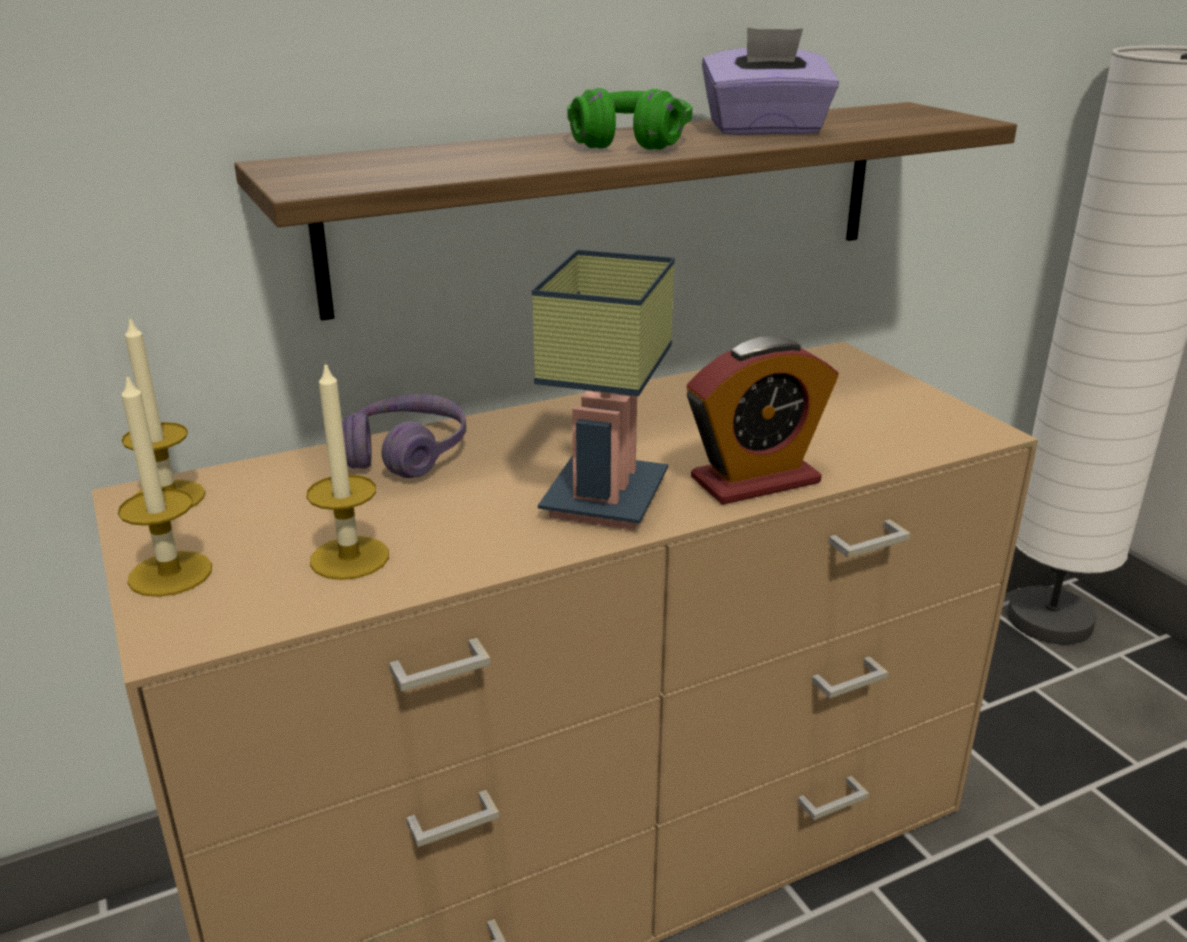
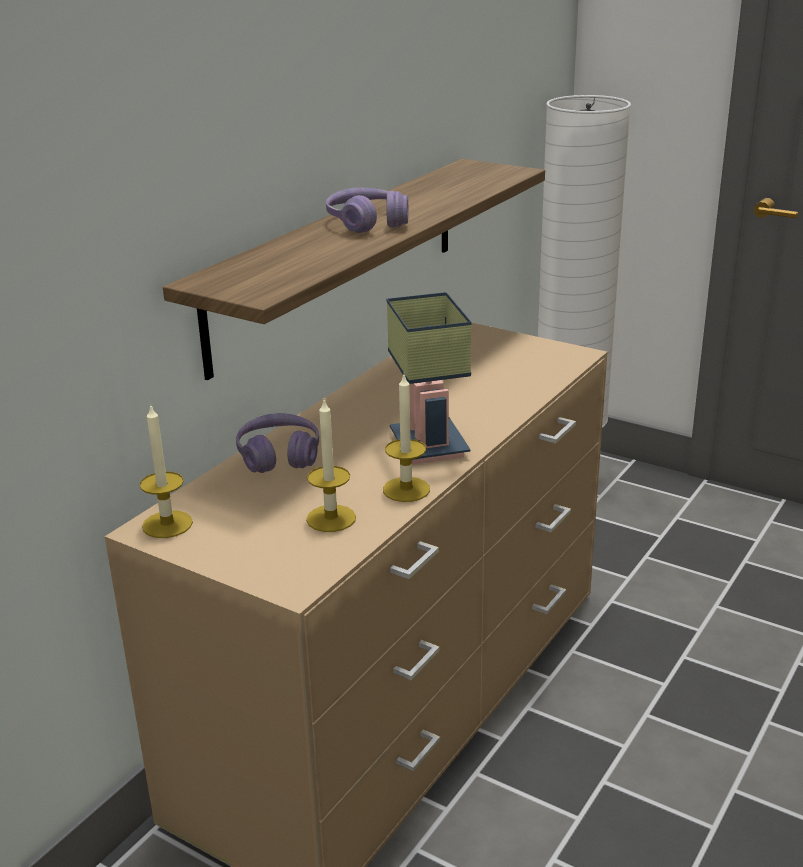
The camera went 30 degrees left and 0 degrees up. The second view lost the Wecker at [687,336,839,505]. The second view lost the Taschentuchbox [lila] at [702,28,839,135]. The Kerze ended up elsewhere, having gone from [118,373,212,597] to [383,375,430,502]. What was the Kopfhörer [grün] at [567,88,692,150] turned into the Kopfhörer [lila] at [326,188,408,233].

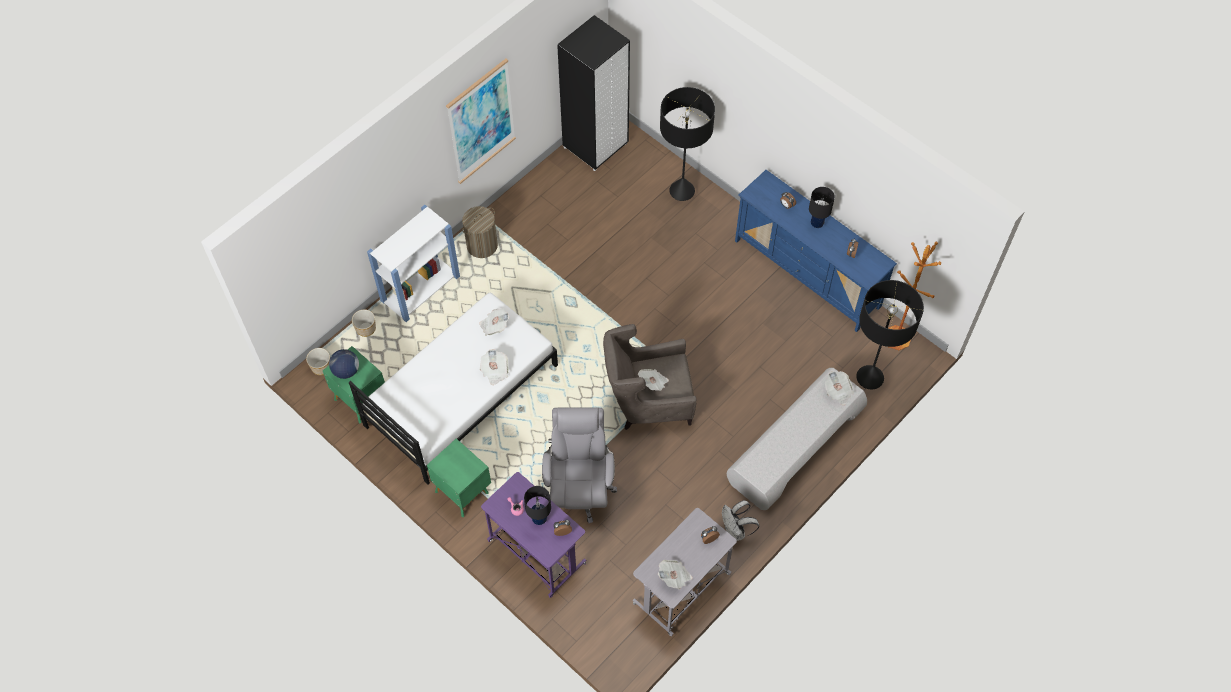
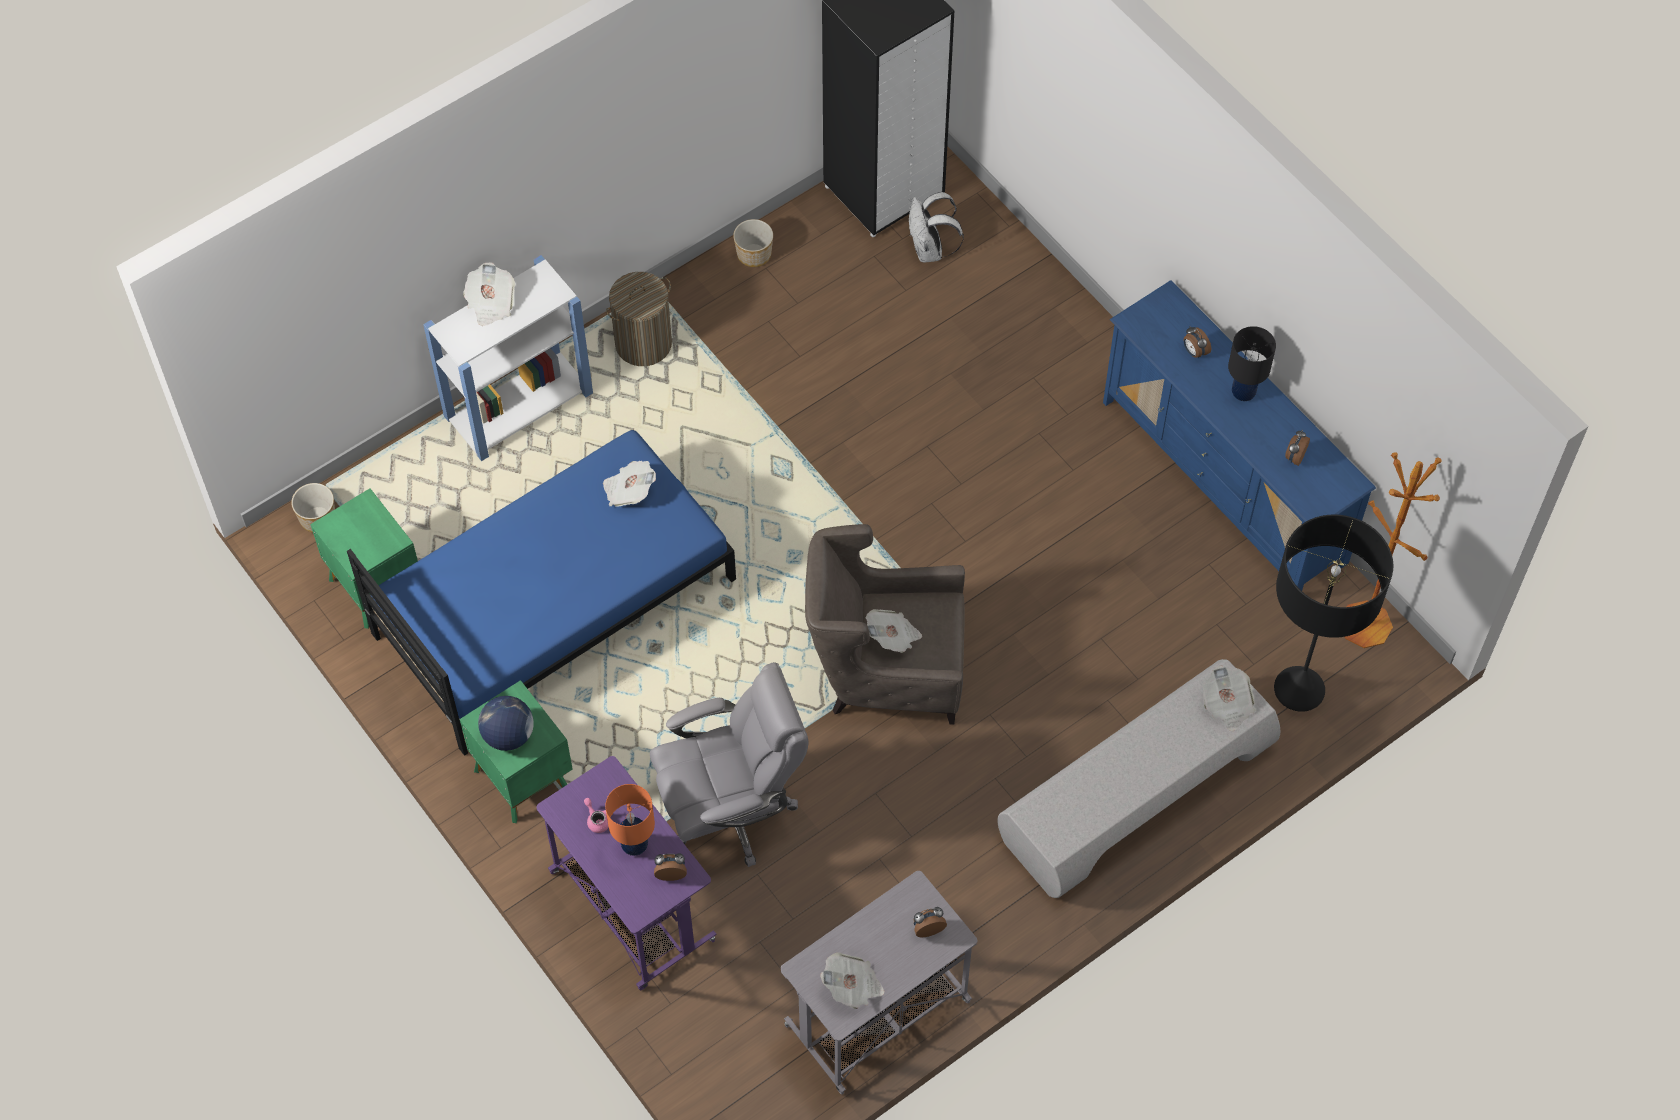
The camera went 10 degrees right and 0 degrees up. The second view lost the Bild at [446,59,516,184]. The second view lost the Stehlampe [schwarz] at [660,87,715,201]. The Globus ended up elsewhere, having gone from [329,349,359,379] to [478,696,534,751]. The Pflanzkübel ended up elsewhere, having gone from [352,309,376,337] to [733,219,773,267]. The Zeitung ended up elsewhere, having gone from [480,349,509,385] to [463,262,515,326]. The Rucksack [weiß] ended up elsewhere, having gone from [722,500,759,541] to [909,192,964,262]. What was the Bett [weiß] at [349,293,558,484] turned into the Bett [blau] at [347,430,736,756]. What was the Tischlampe [schwarz] at [524,486,551,525] turned into the Tischlampe [orange] at [605,784,655,856]. The Bürostuhl [grau] at [542,407,617,523] ended up facing another way, 60 degrees clockwise from before.

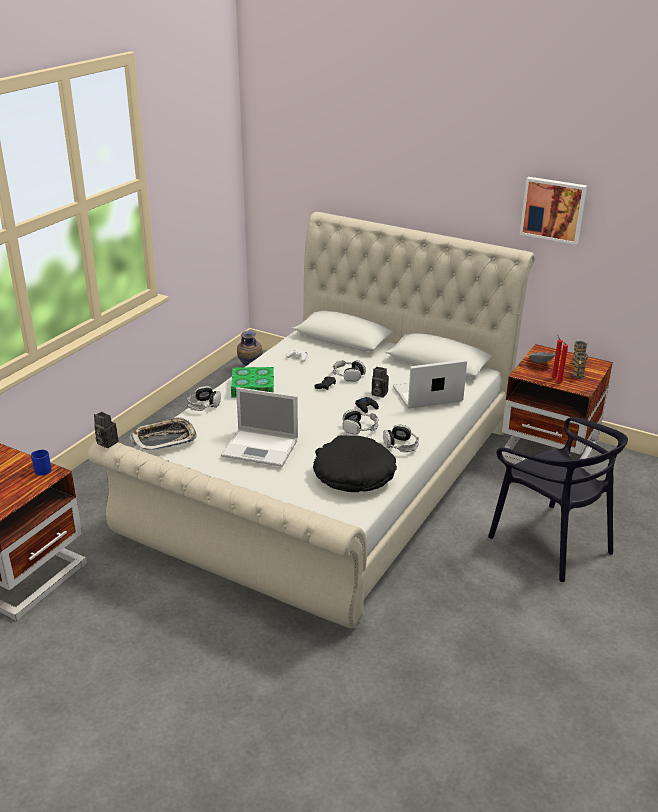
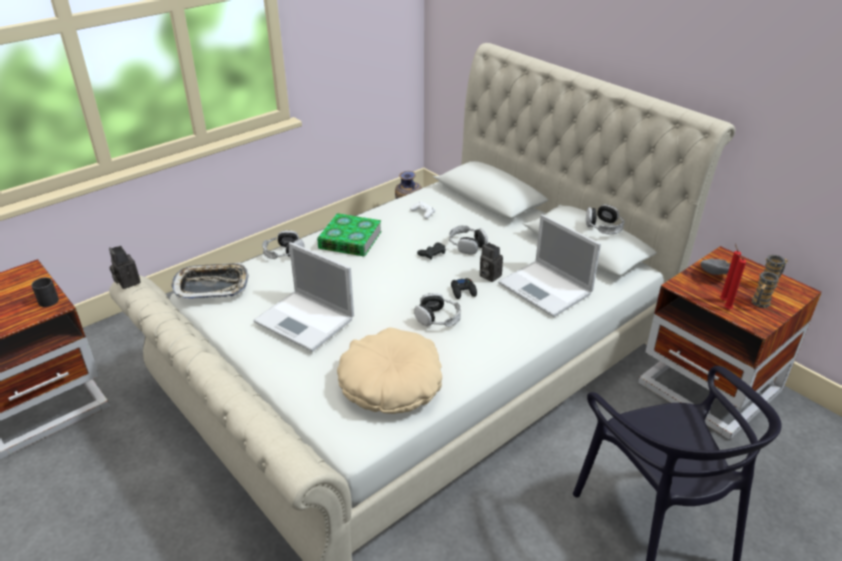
The camera went 20 degrees right and 5 degrees up. The second view lost the Bild at [520,177,587,245]. The Kopfhörer ended up elsewhere, having gone from [383,424,419,452] to [586,204,625,234]. What was the Henkelbecher [blau] at [31,450,52,475] turned into the Henkelbecher [schwarz] at [31,277,59,307]. What was the Kissen [schwarz] at [313,435,397,492] turned into the Kissen [beige] at [337,327,442,414]. The Laptop at [393,359,467,409] ended up facing another way, 135 degrees counterclockwise from before.

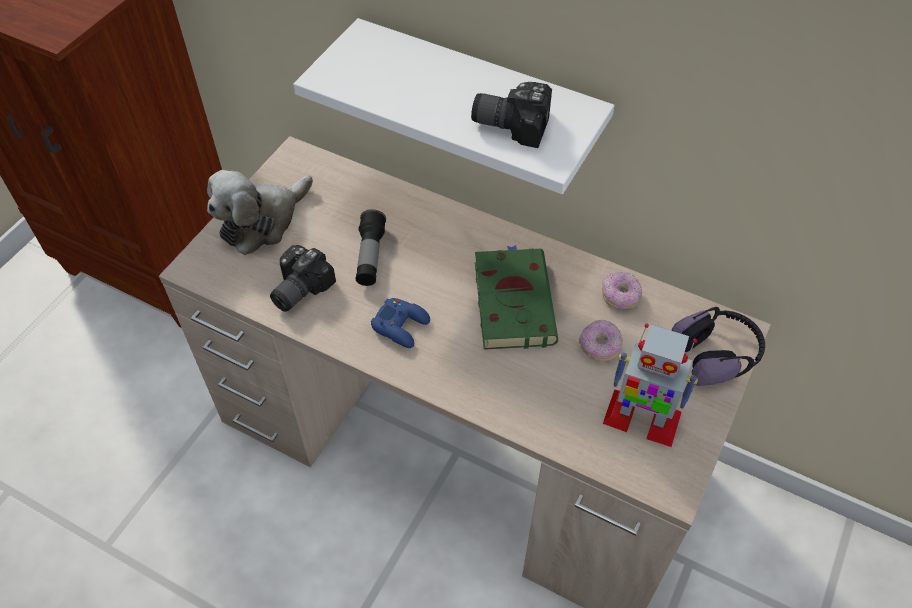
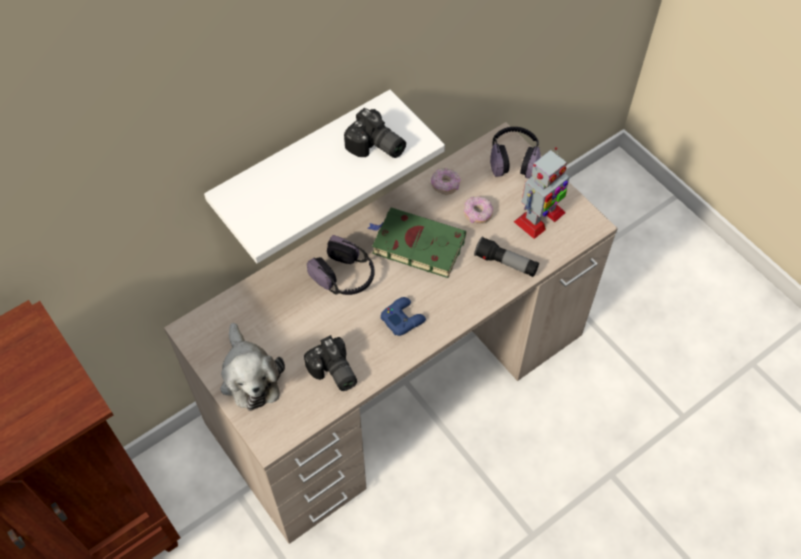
The camera went 65 degrees left and 5 degrees up. The second view gained the Kopfhörer at [307,235,375,295]. The Taschenlampe ended up elsewhere, having gone from [356,209,386,286] to [474,236,539,277]. The Kamera at [471,82,552,148] ended up facing another way, 90 degrees counterclockwise from before.

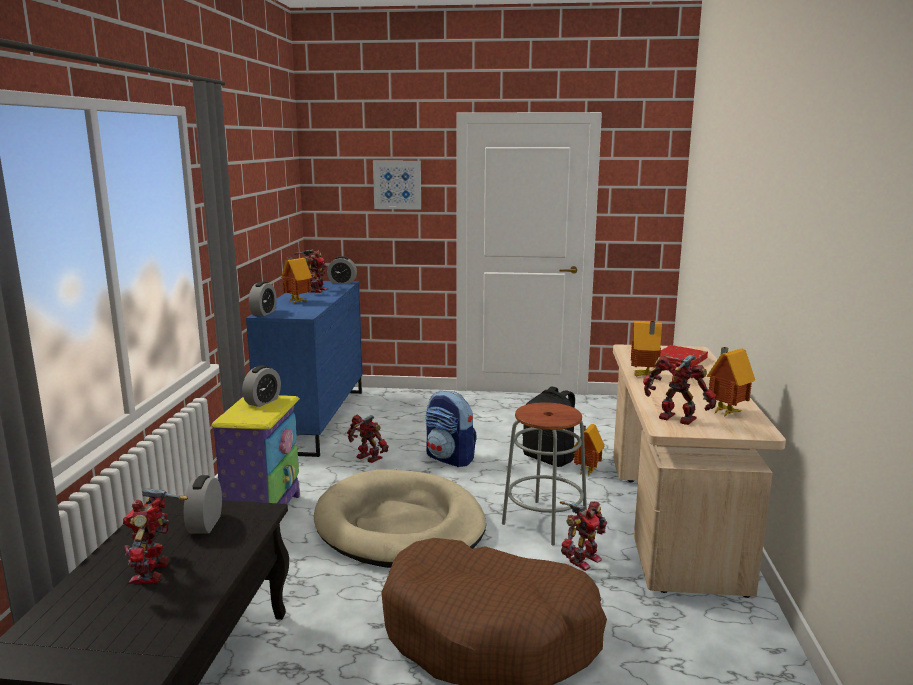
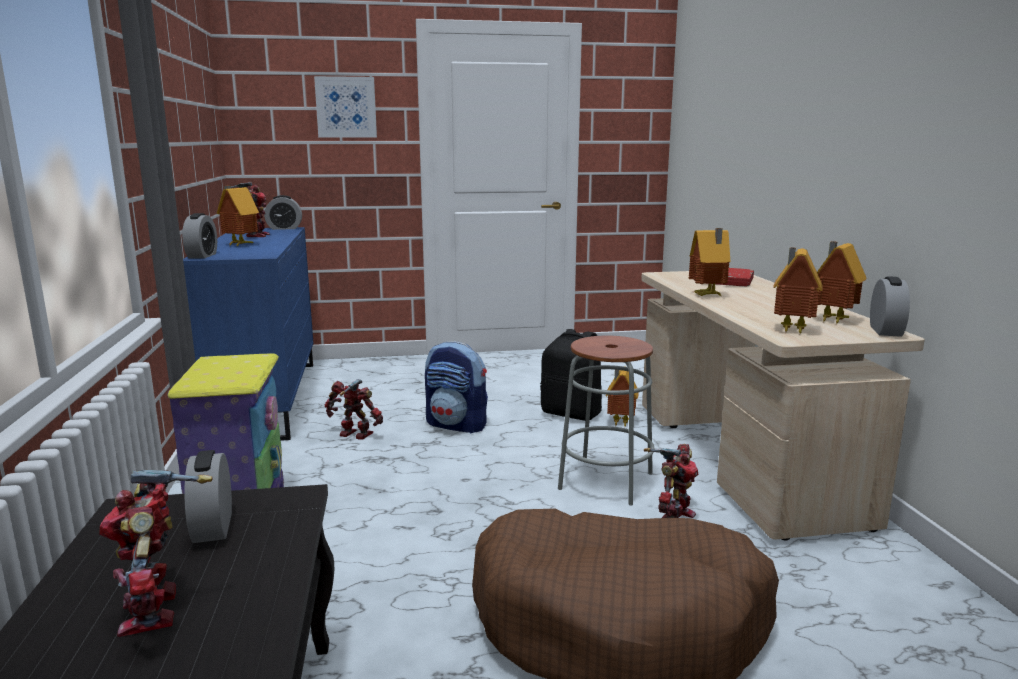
The camera went 15 degrees left and 0 degrees up. The second view lost the Hundebett [beige] at [314,469,486,568]. The Wecker ended up elsewhere, having gone from [242,365,281,407] to [870,276,910,337]. Where the Spielzeugroboter stood at [643,355,717,425], the Spielzeughaus came to stand at [773,247,823,333].

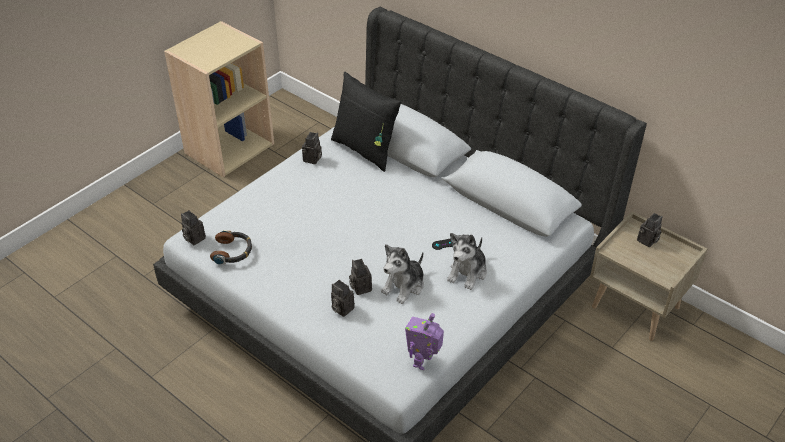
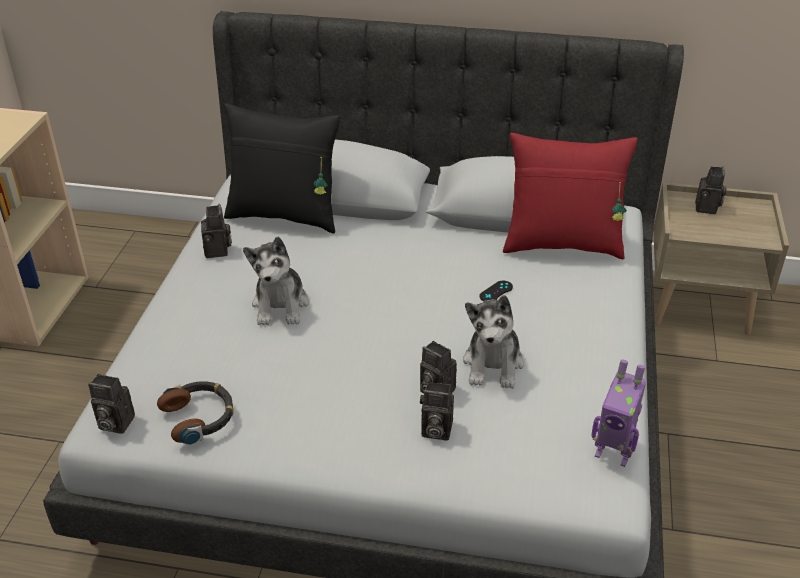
The camera went 30 degrees left and 5 degrees down. The second view gained the Kissen [rot] at [502,133,638,260]. The Plüschtier ended up elsewhere, having gone from [447,233,487,290] to [243,237,309,325]. The Spielzeugroboter at [405,313,444,371] ended up facing another way, 60 degrees counterclockwise from before.

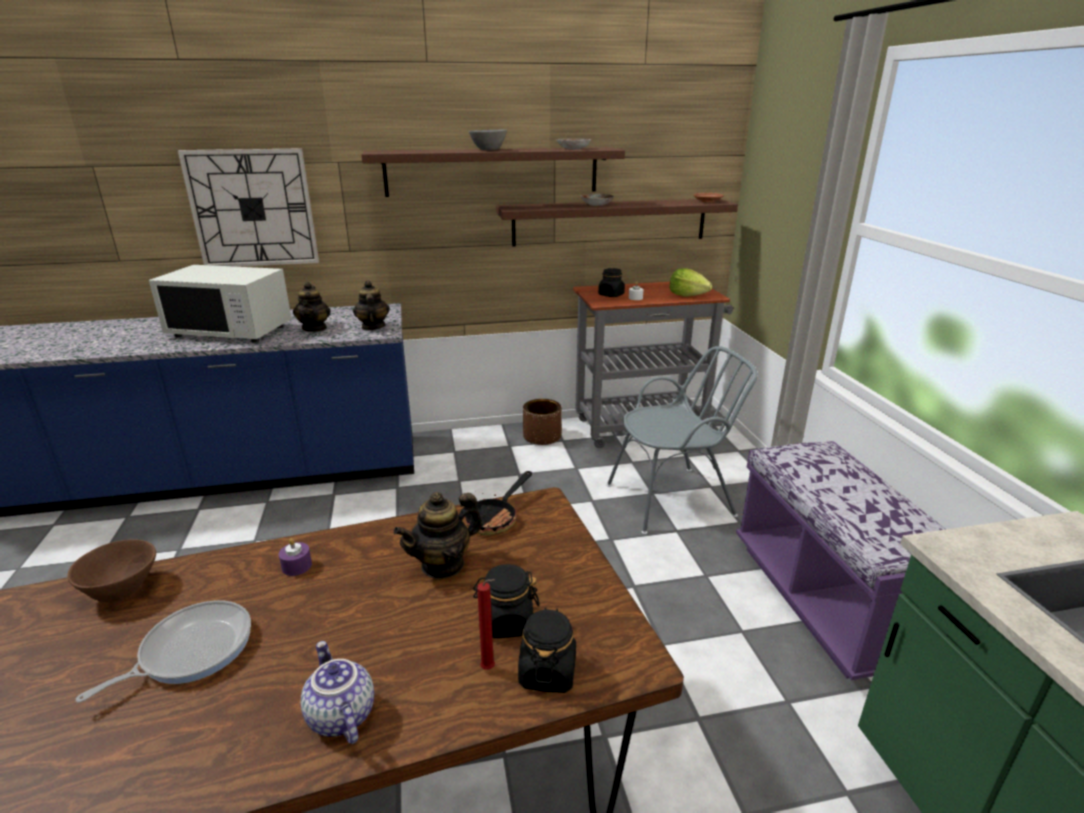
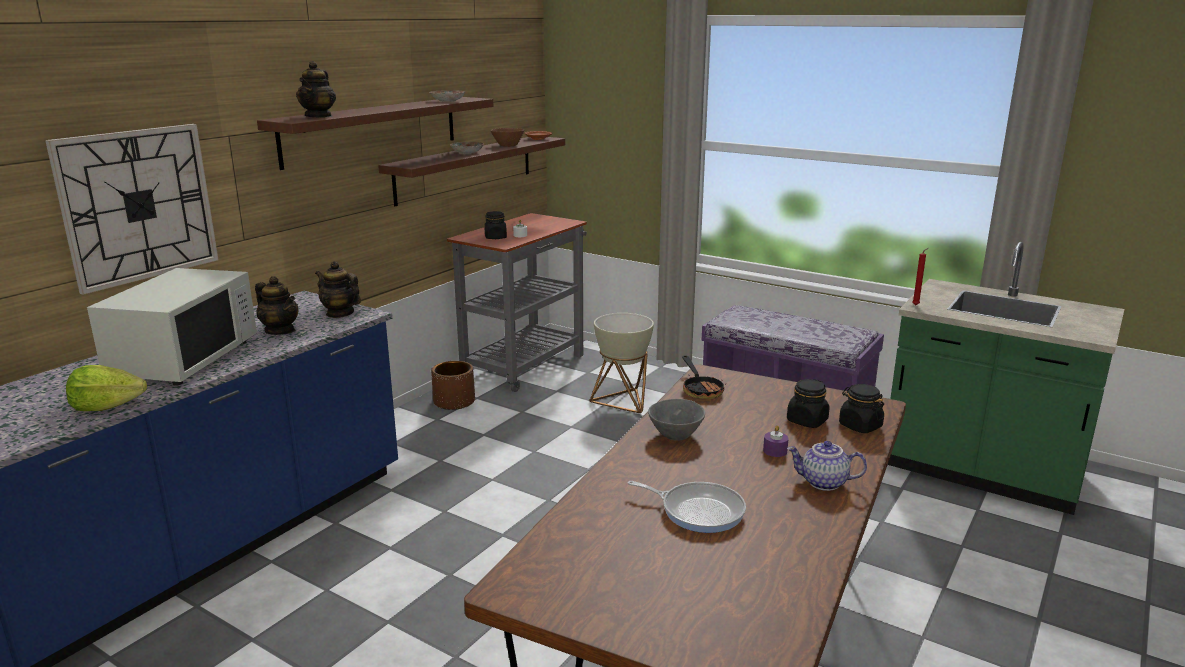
The camera went 45 degrees left and 5 degrees down. The Schüssel [braun] ended up elsewhere, having gone from [67,539,156,603] to [491,128,524,147]. The Kerze [lila] ended up elsewhere, having gone from [279,538,312,576] to [763,425,789,457]. The Teekanne ended up elsewhere, having gone from [393,492,482,580] to [296,61,336,118]. The Schüssel [grau] ended up elsewhere, having gone from [469,130,507,150] to [648,399,705,441]. The Kerze [rot] ended up elsewhere, having gone from [477,579,495,670] to [913,248,928,305]. The Salatkopf ended up elsewhere, having gone from [669,268,712,297] to [66,365,147,411]. Where the Stuhl [grau] stood at [606,346,758,534], the Pflanzkübel came to stand at [589,313,654,413]. The Pfanne at [76,600,251,703] ended up facing another way, 120 degrees clockwise from before. The Mikrowelle [weiß] at [149,265,292,343] ended up facing another way, 45 degrees counterclockwise from before.

